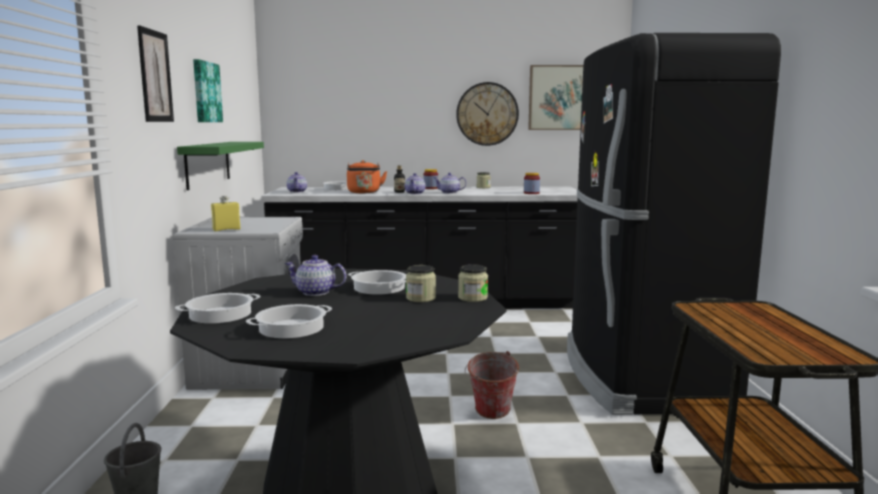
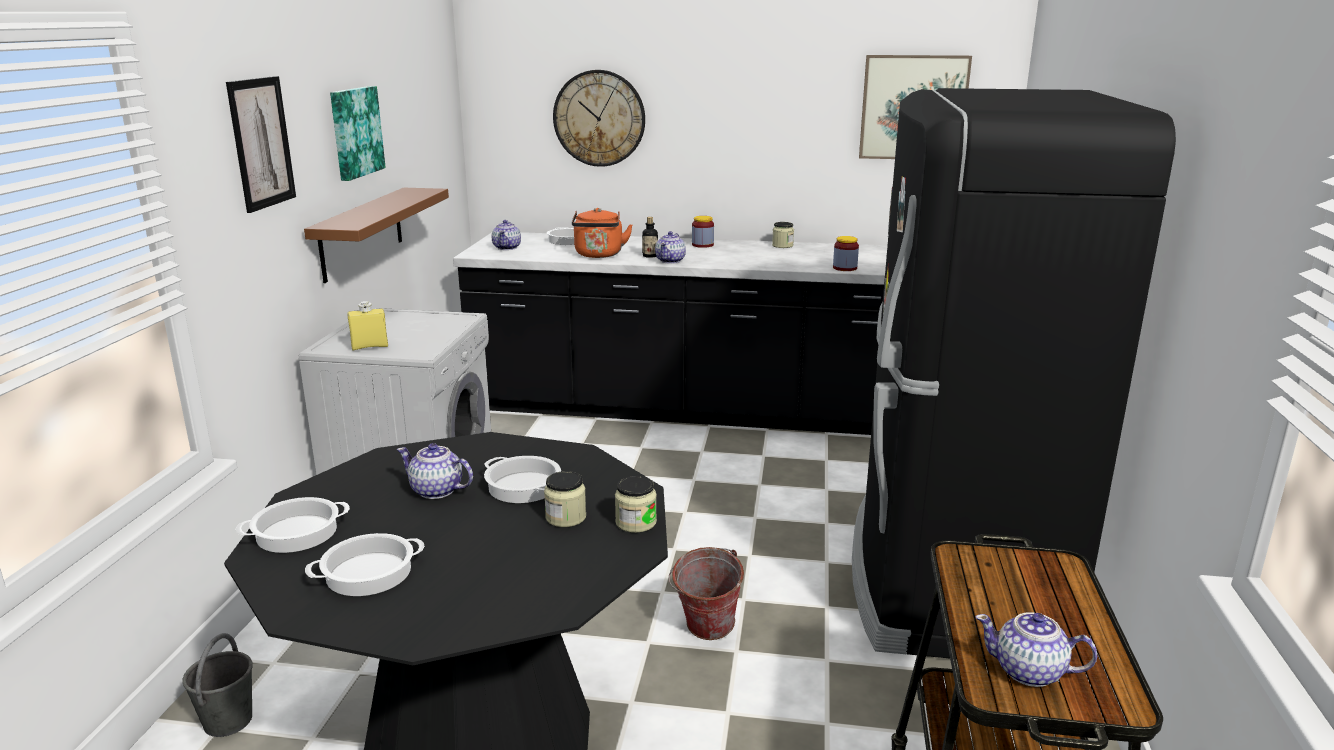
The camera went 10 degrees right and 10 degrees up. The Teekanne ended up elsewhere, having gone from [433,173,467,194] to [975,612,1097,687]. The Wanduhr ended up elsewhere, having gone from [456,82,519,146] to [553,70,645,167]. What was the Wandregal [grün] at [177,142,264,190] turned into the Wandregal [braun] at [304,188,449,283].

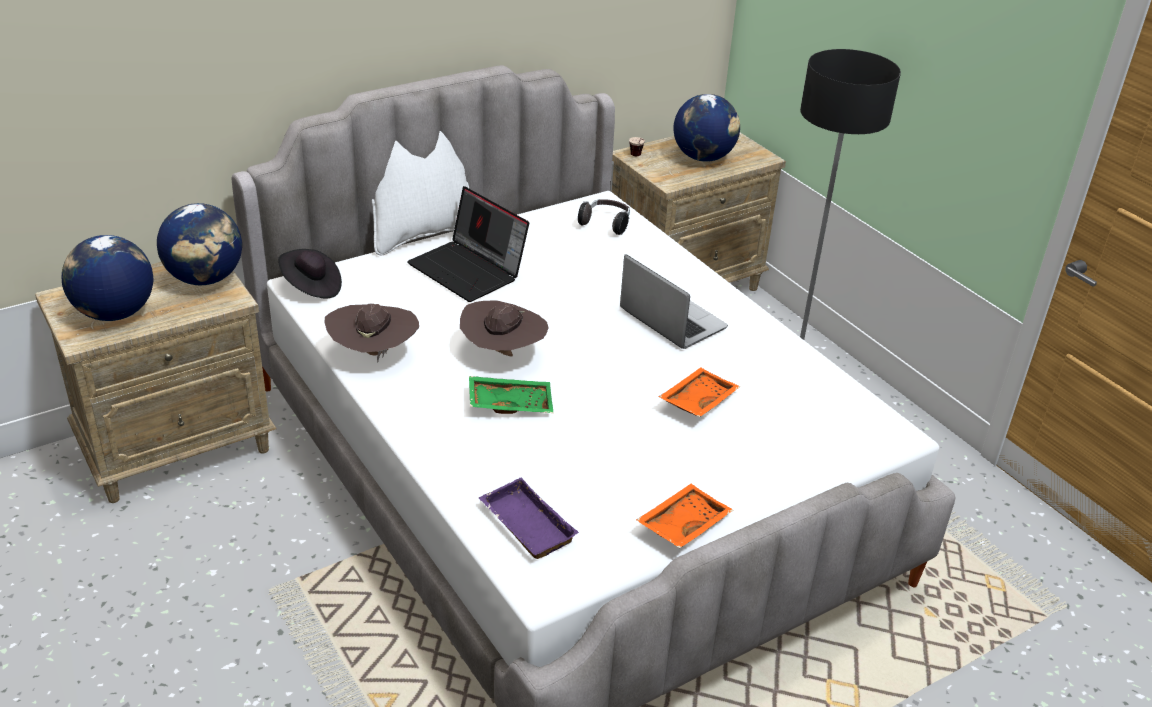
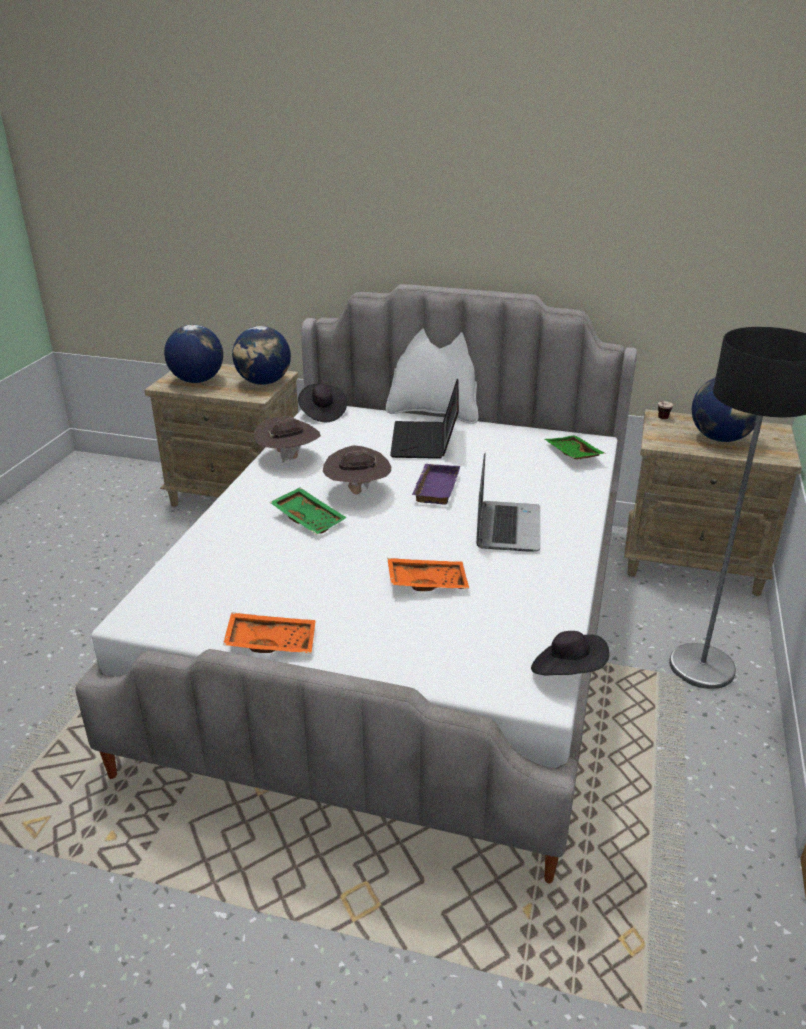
The camera went 50 degrees right and 5 degrees down. The second view gained the Hut [schwarz] at [531,631,609,676]. The Tablett [lila] ended up elsewhere, having gone from [478,477,579,559] to [412,464,460,504]. Where the Kopfhörer stood at [578,199,630,235], the Tablett [grün] came to stand at [545,435,605,459].

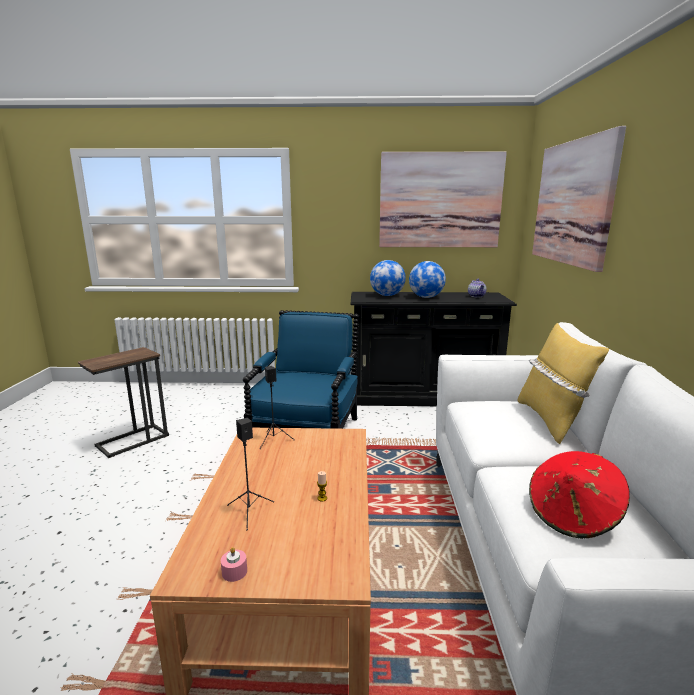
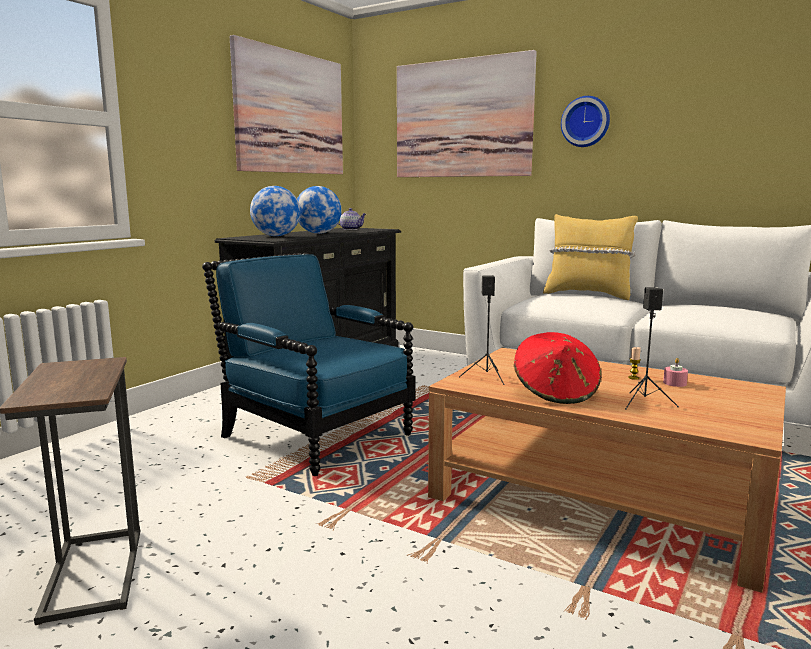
The camera went 60 degrees left and 5 degrees down. The second view gained the Wanduhr at [561,96,610,147]. The Kerze [rosa] ended up elsewhere, having gone from [221,547,247,582] to [663,358,688,387]. The Hut [rot] ended up elsewhere, having gone from [529,451,630,539] to [514,332,601,404].

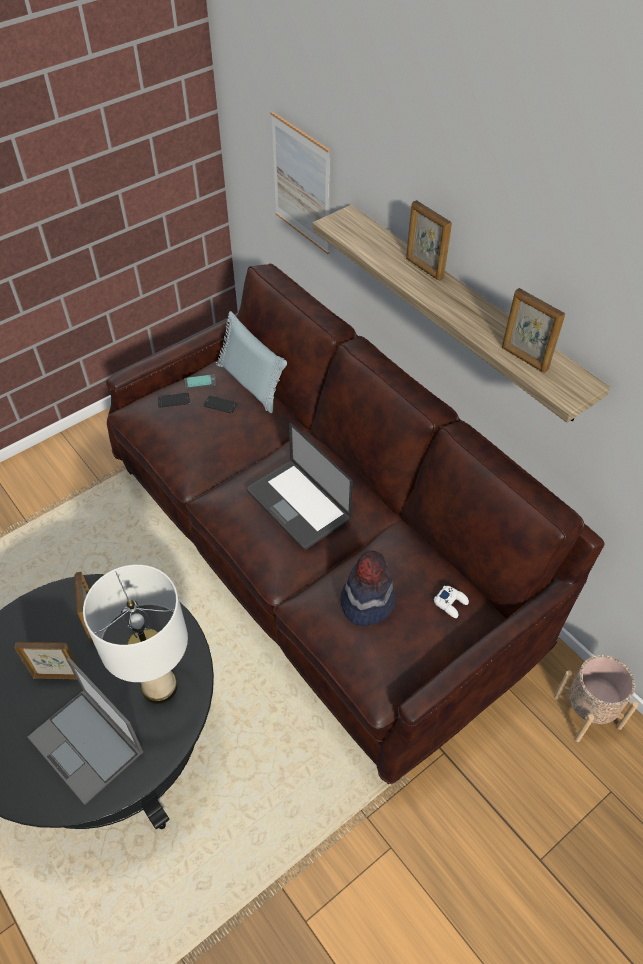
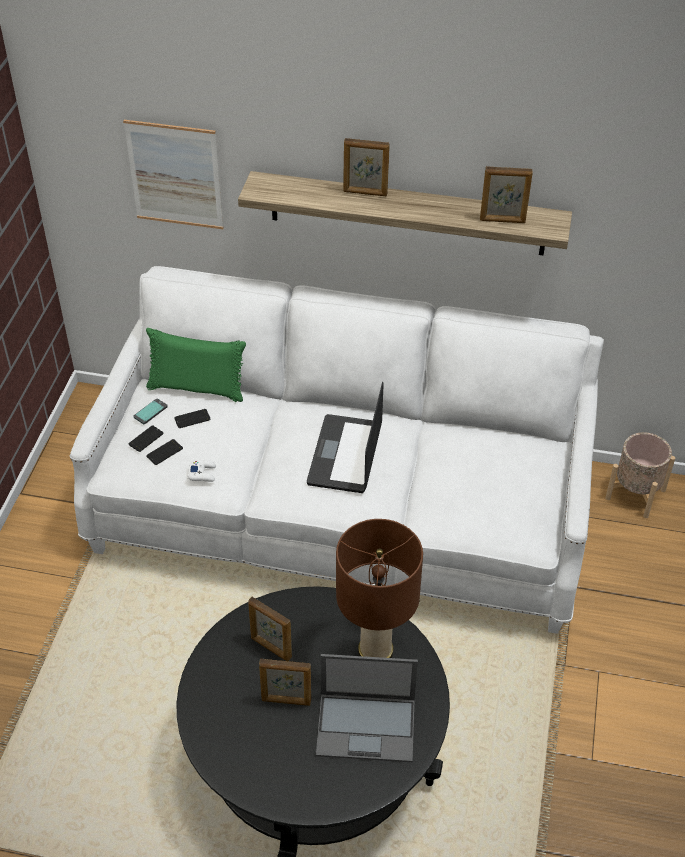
The camera went 40 degrees left and 5 degrees down. The second view lost the Hut at [340,551,395,626]. The second view gained the Handy at [146,439,183,465]. The Gamepad [weiß] ended up elsewhere, having gone from [434,586,469,618] to [188,460,216,482]. What was the Tischlampe [weiß] at [83,564,188,704] turned into the Tischlampe [braun] at [336,519,423,658]. What was the Sofa [braun] at [106,263,605,784] turned into the Sofa [weiß] at [70,266,604,634]. What was the Kissen [blau] at [216,311,287,413] turned into the Kissen [grün] at [146,328,246,402]. The Bilderrahmen at [15,642,78,679] ended up facing another way, 135 degrees counterclockwise from before. The Laptop at [247,423,353,550] ended up facing another way, 90 degrees clockwise from before.

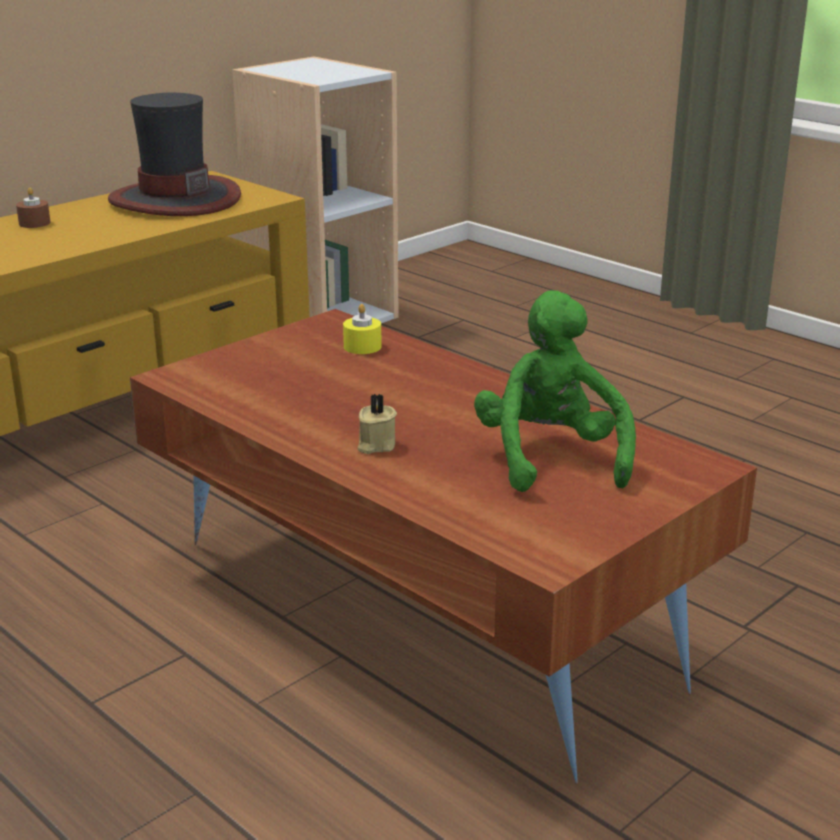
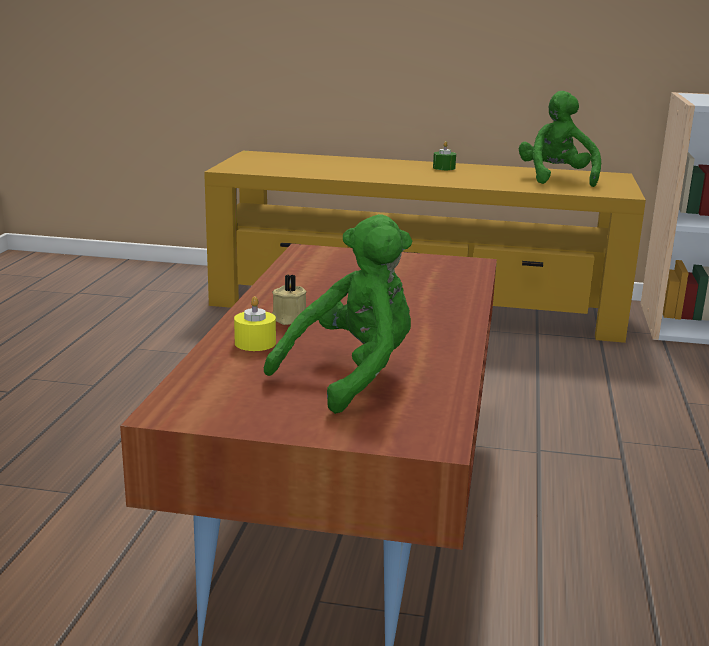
The camera went 55 degrees right and 5 degrees down. The Kerze [gelb] ended up elsewhere, having gone from [343,304,382,354] to [234,296,276,351]. Where the Hut stood at [108,92,241,216], the Plüschtier [grün] came to stand at [519,91,601,187]. What was the Kerze [braun] at [16,187,51,228] turned into the Kerze [grün] at [433,141,456,170].

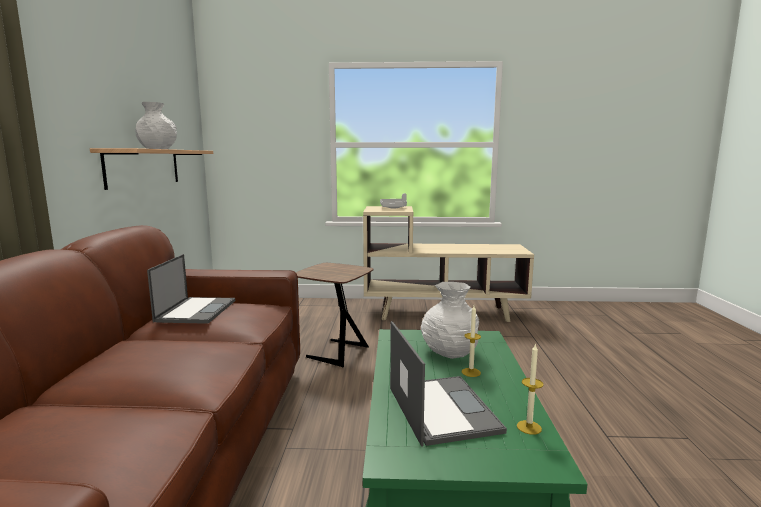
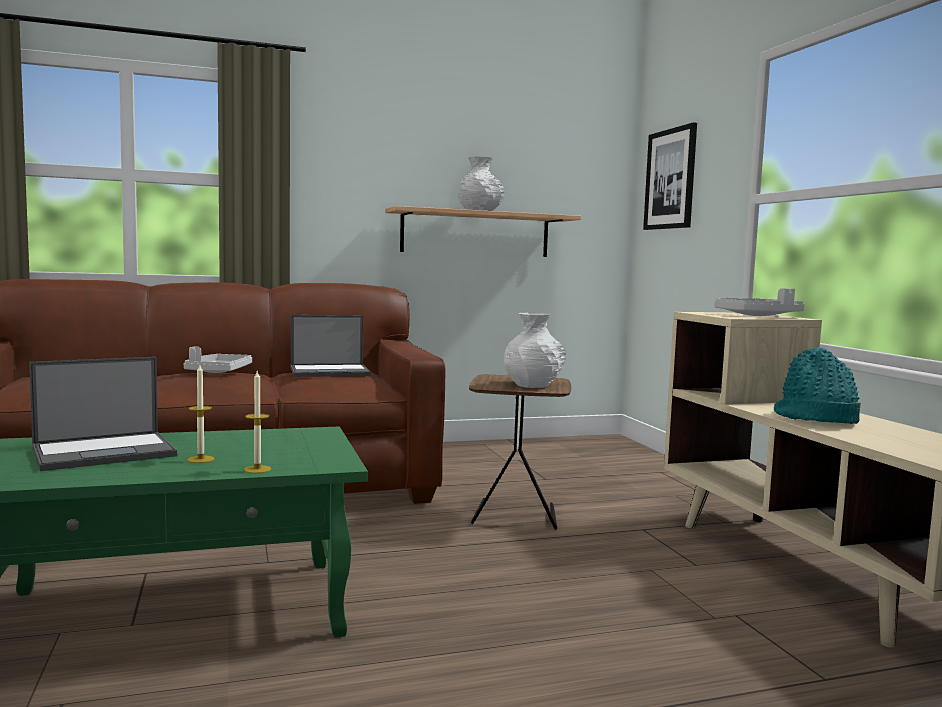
The camera went 70 degrees right and 5 degrees down. The second view gained the Tablett [grau] at [184,346,252,373]. The second view gained the Bild at [643,122,697,230]. The second view gained the Hut [türkis] at [774,347,861,424]. The Vase [weiß] ended up elsewhere, having gone from [421,282,479,359] to [504,313,566,388]. The Kerze ended up elsewhere, having gone from [517,343,543,435] to [244,371,271,473].

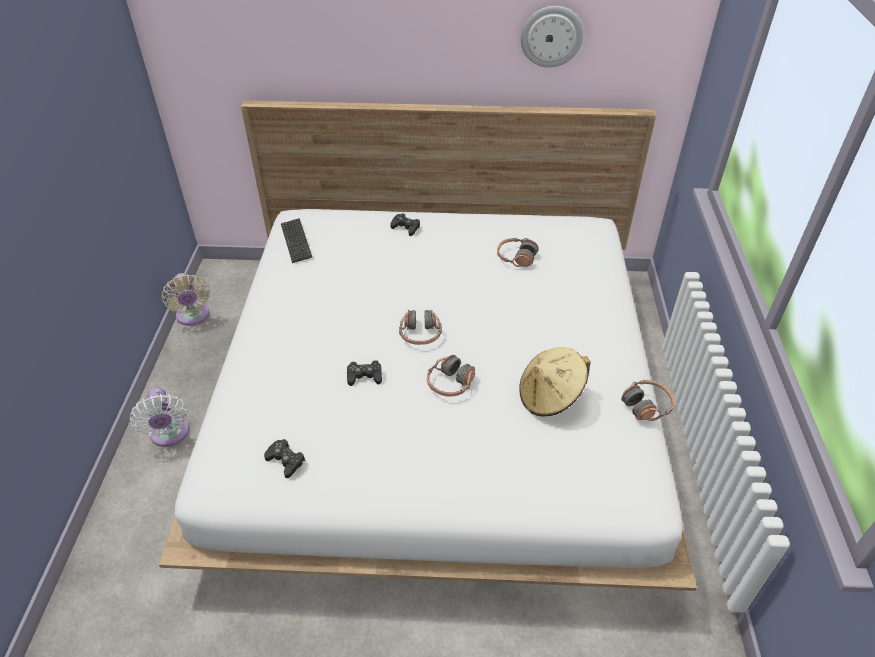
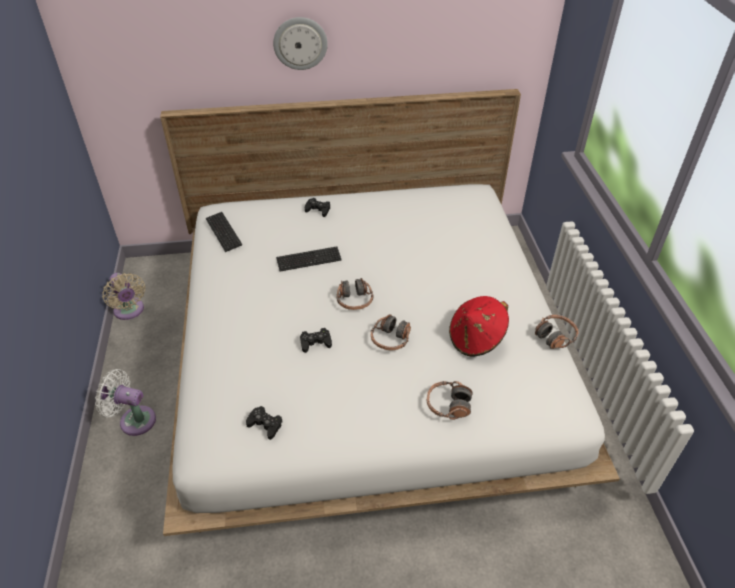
The camera went 10 degrees left and 0 degrees up. The second view gained the Tastatur at [276,246,342,271]. The Kopfhörer ended up elsewhere, having gone from [497,238,539,267] to [427,381,473,420]. The Wanduhr ended up elsewhere, having gone from [521,6,584,67] to [273,17,328,70]. What was the Hut [beige] at [519,347,590,416] turned into the Hut [rot] at [449,296,509,357]. The Ventilator [weiß] at [130,387,189,447] ended up facing another way, 135 degrees clockwise from before.

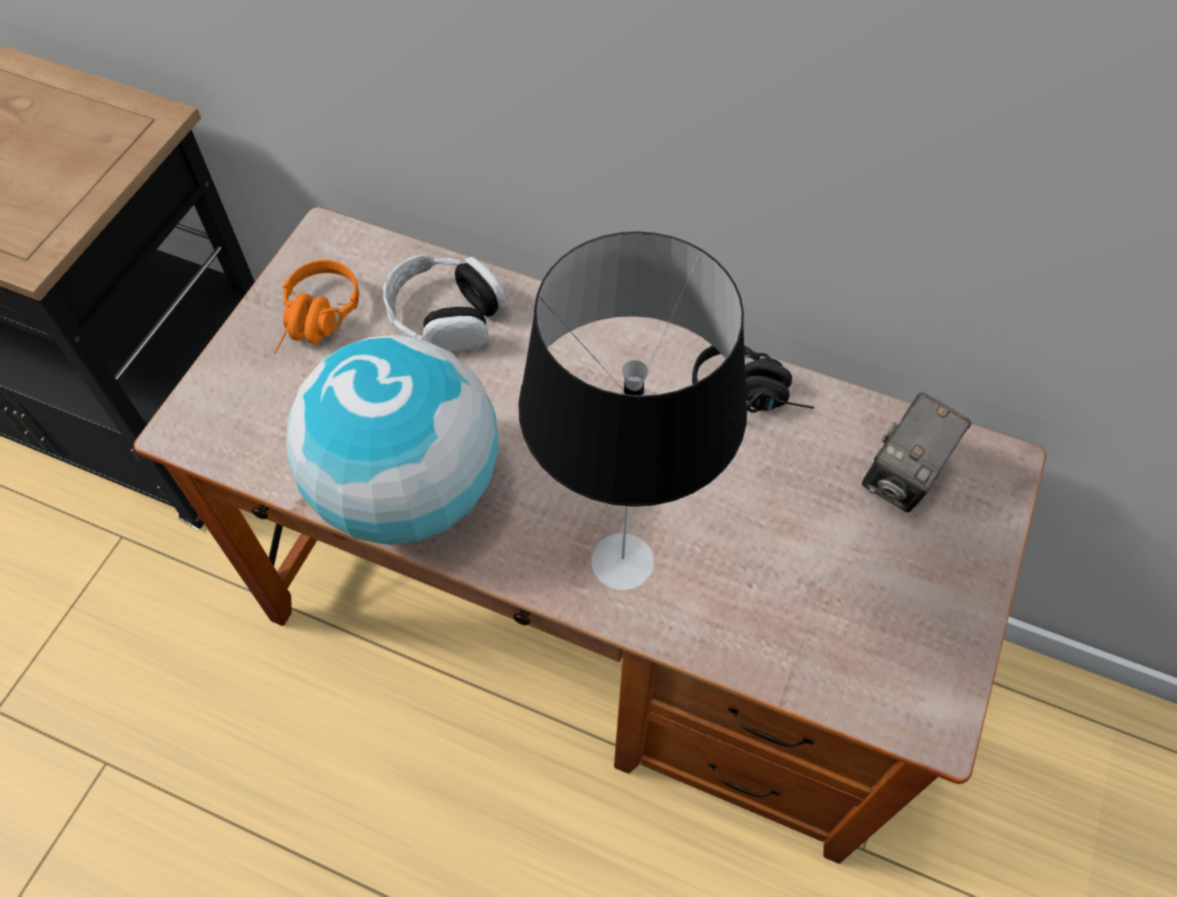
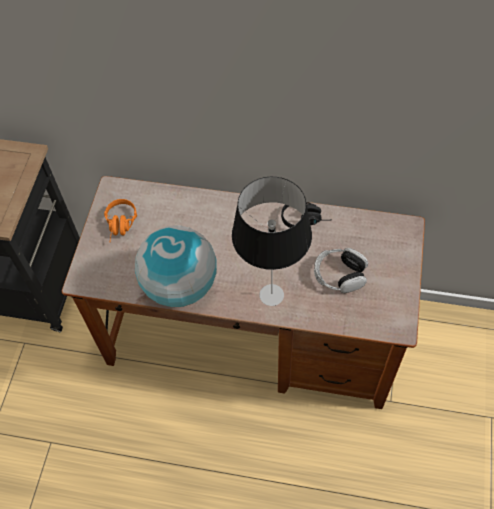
The camera went 10 degrees left and 0 degrees up. The second view lost the Kamera at [862,392,971,513]. The Kopfhörer ended up elsewhere, having gone from [383,254,506,353] to [314,248,368,293].

